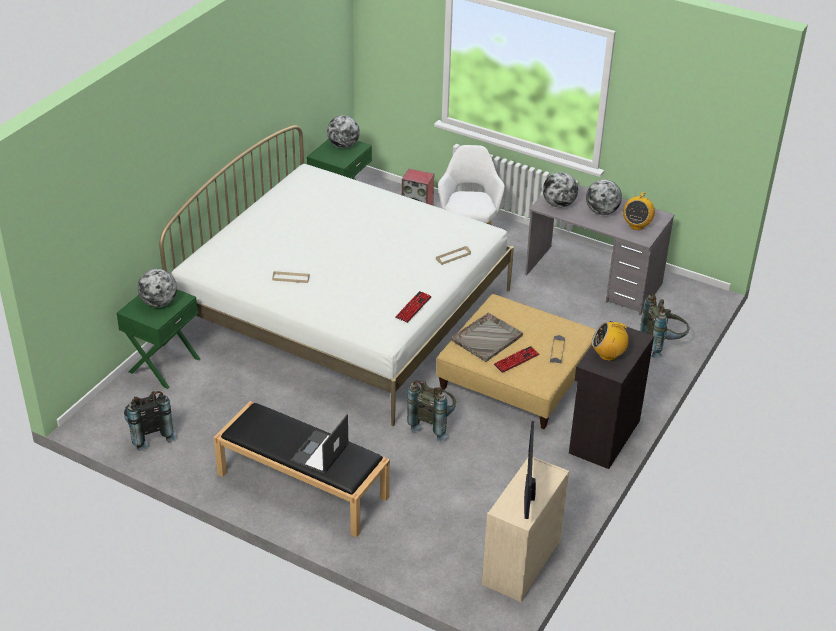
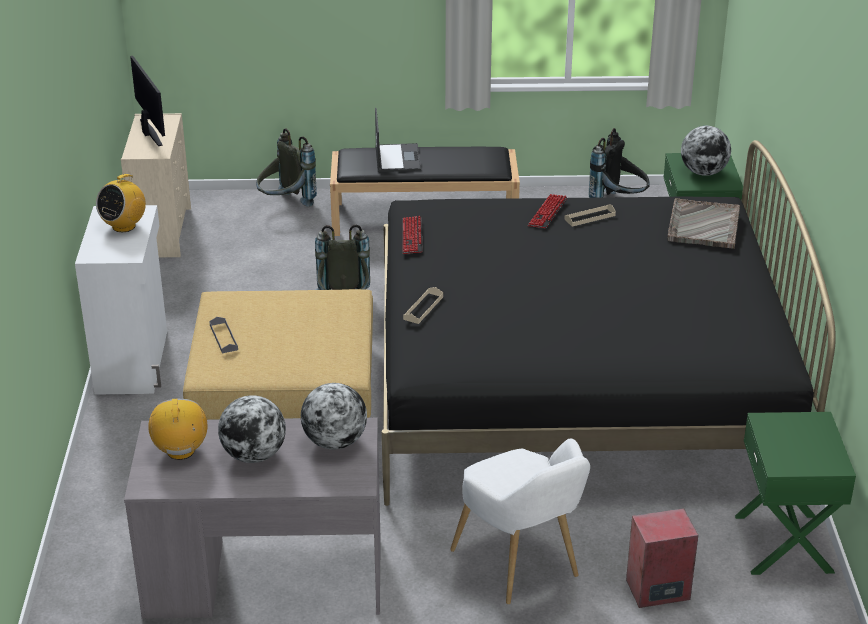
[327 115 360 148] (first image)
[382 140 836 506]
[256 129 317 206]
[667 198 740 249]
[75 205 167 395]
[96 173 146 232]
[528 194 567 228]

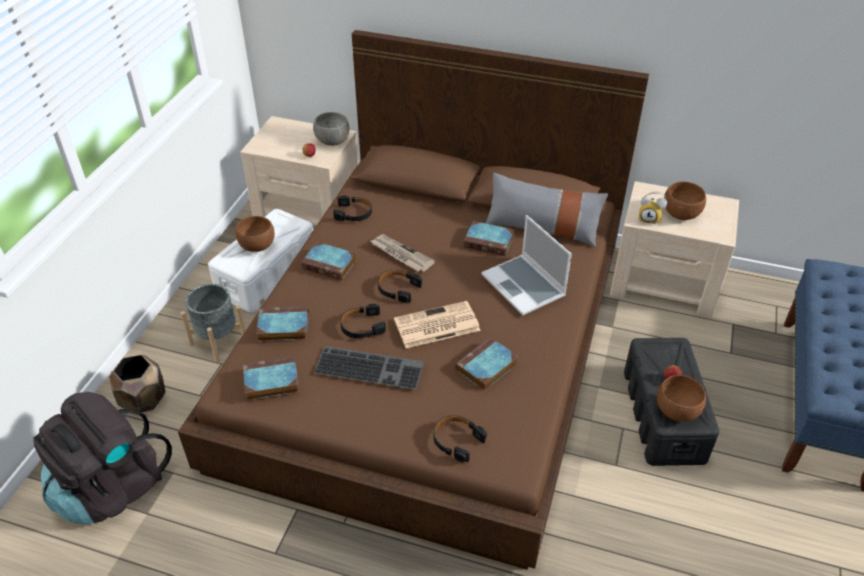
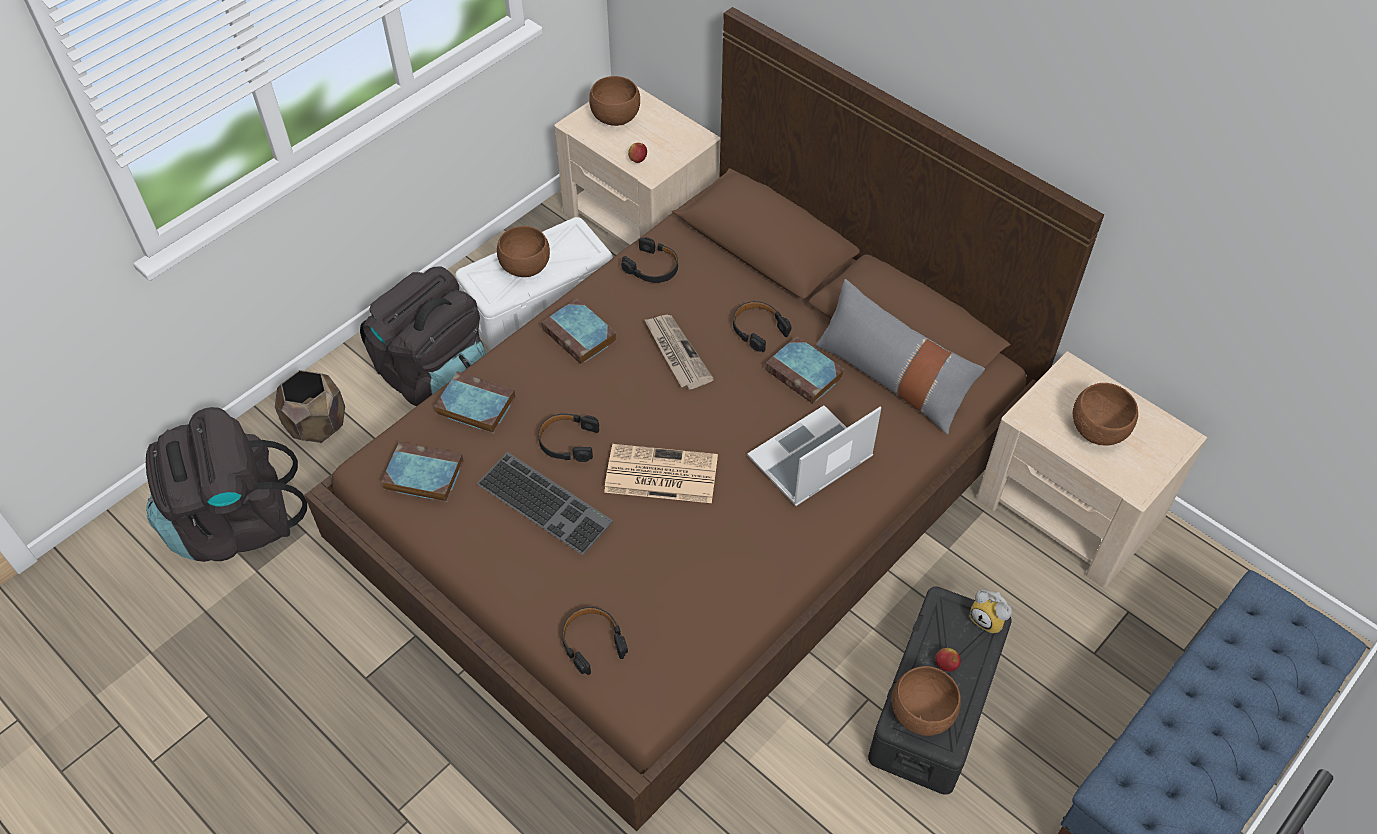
[313 112 350 146] (first image)
[969 589 1012 633]
[747 405 881 506]
[733 301 791 352]
[360 266 486 406]
[455 337 518 391] (first image)
[589 76 640 126]

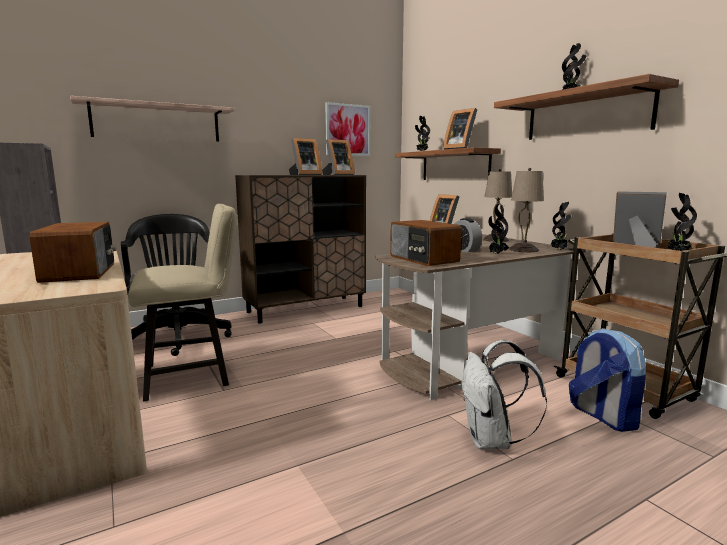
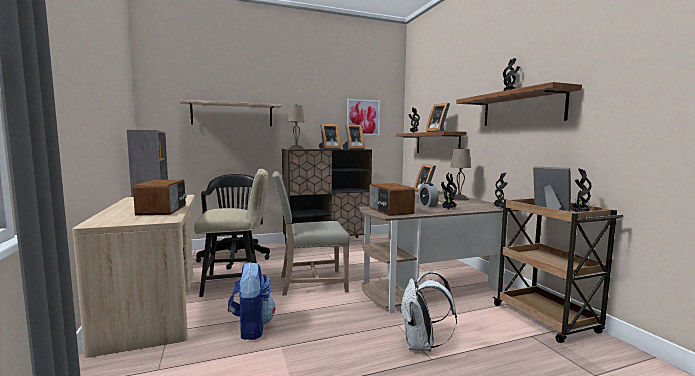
[288 104 305 149]
[228 262 275 340]
[272 171 350 296]

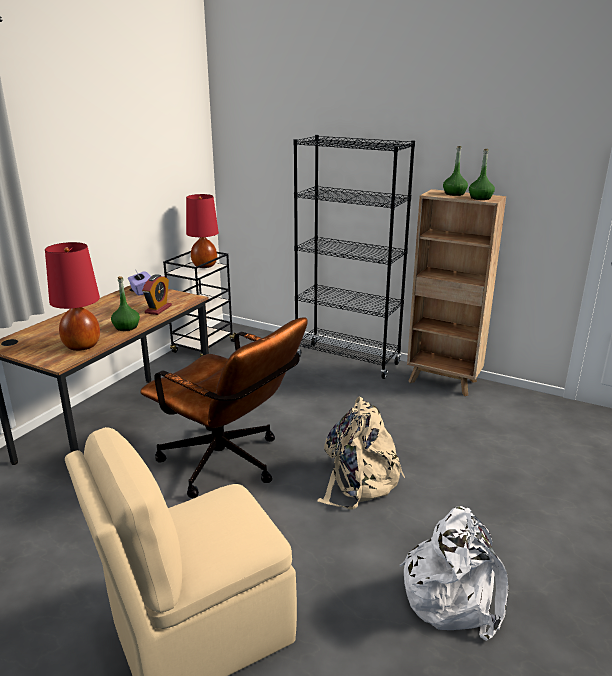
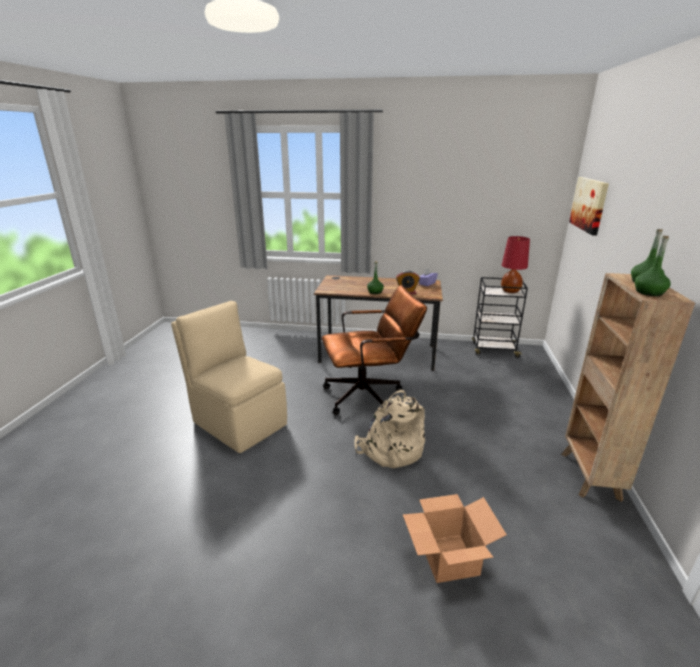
[293 135 415 379] (first image)
[45 242 100 351] (first image)
[322 285 427 415]
[399 506 508 641] (first image)
[569 177 609 236]
[403 494 507 583]

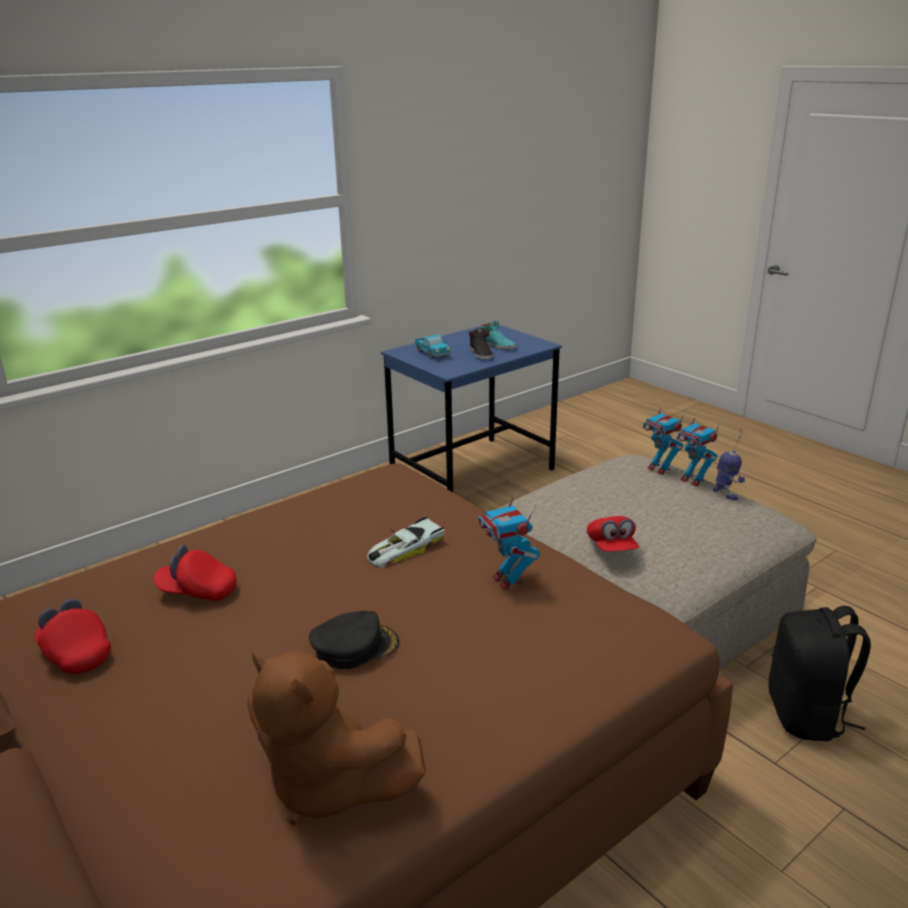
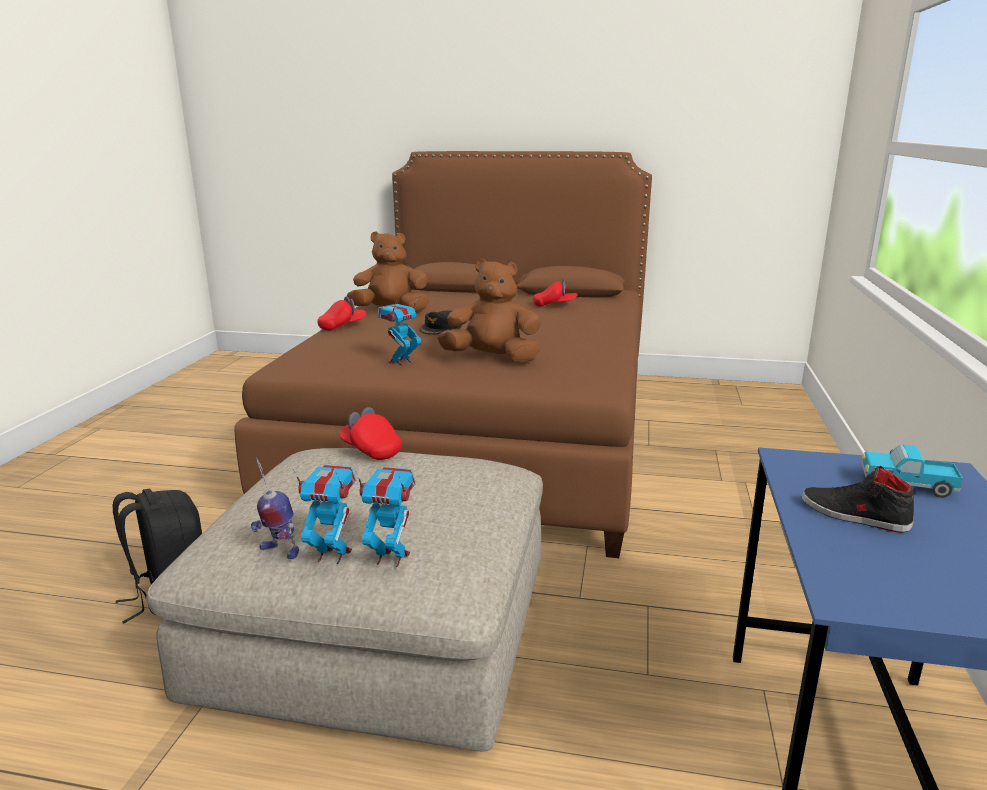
[480 321 517 350] (first image)
[378 296 421 365]
[437 259 541 363]
[318 296 366 331]

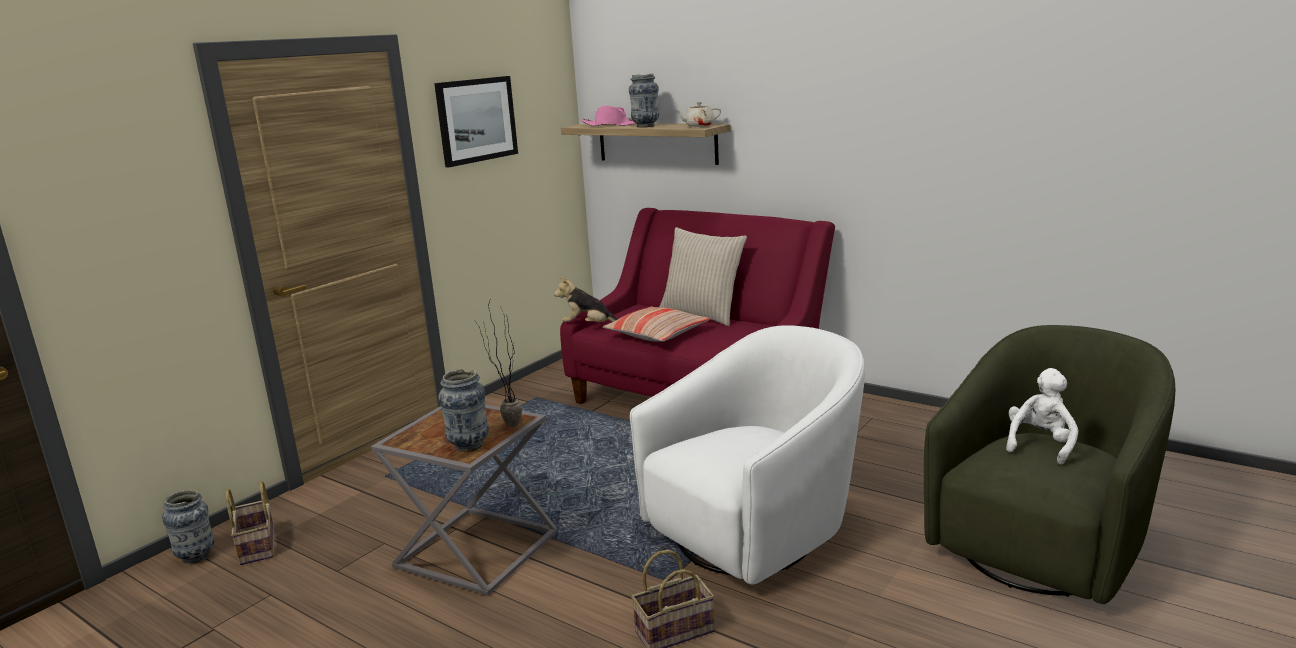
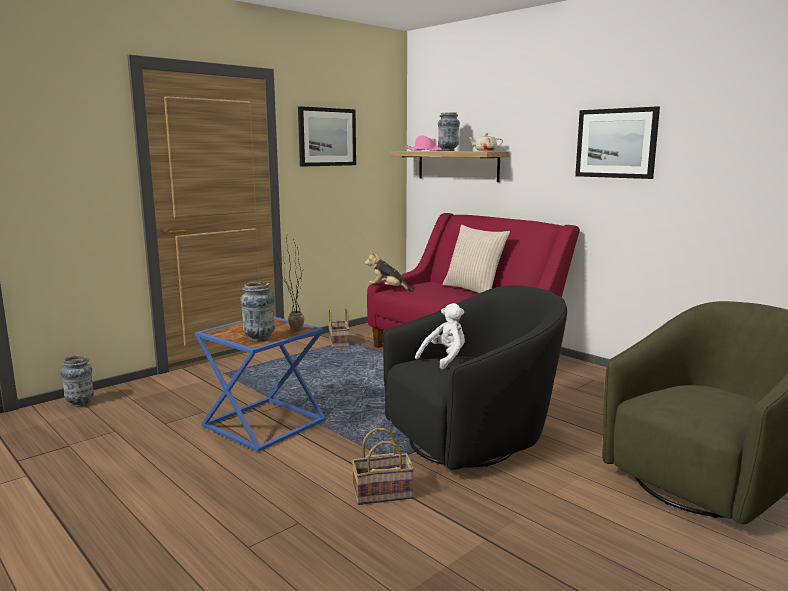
[603 306 710 342] (first image)
[383 285 567 470]
[415 303 465 370]
[195 317 326 452]
[328 307 349 347]
[575 106 660 179]

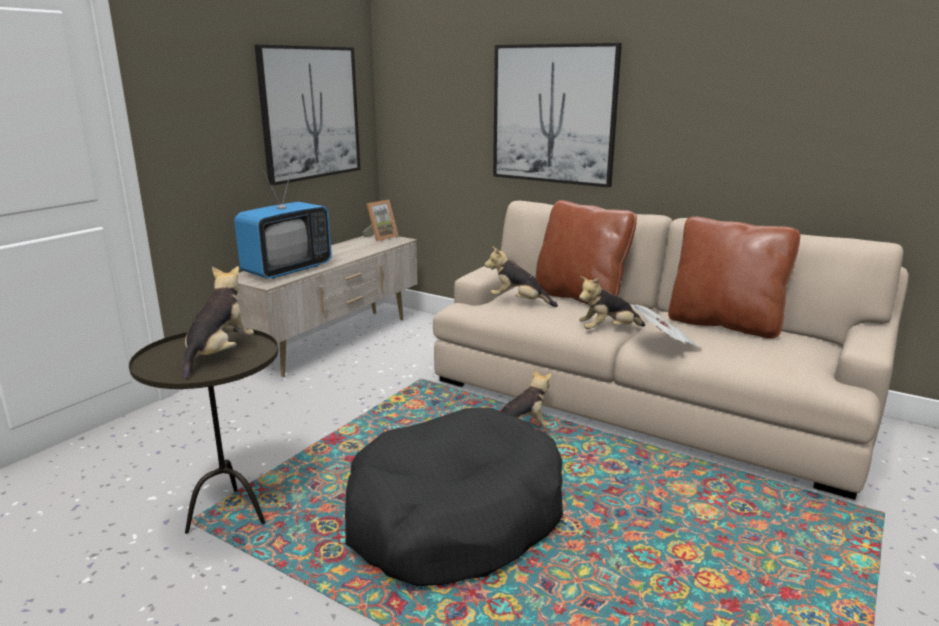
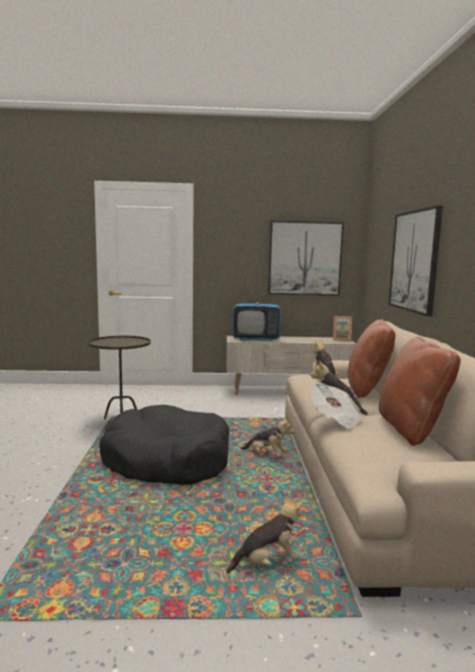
[226 495 302 573]

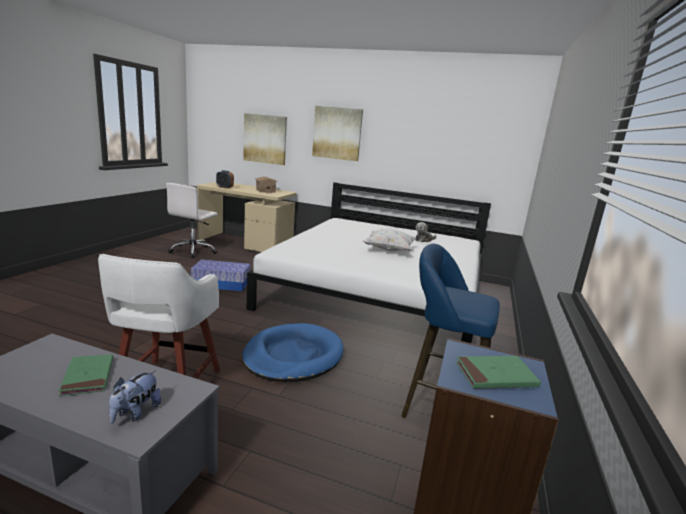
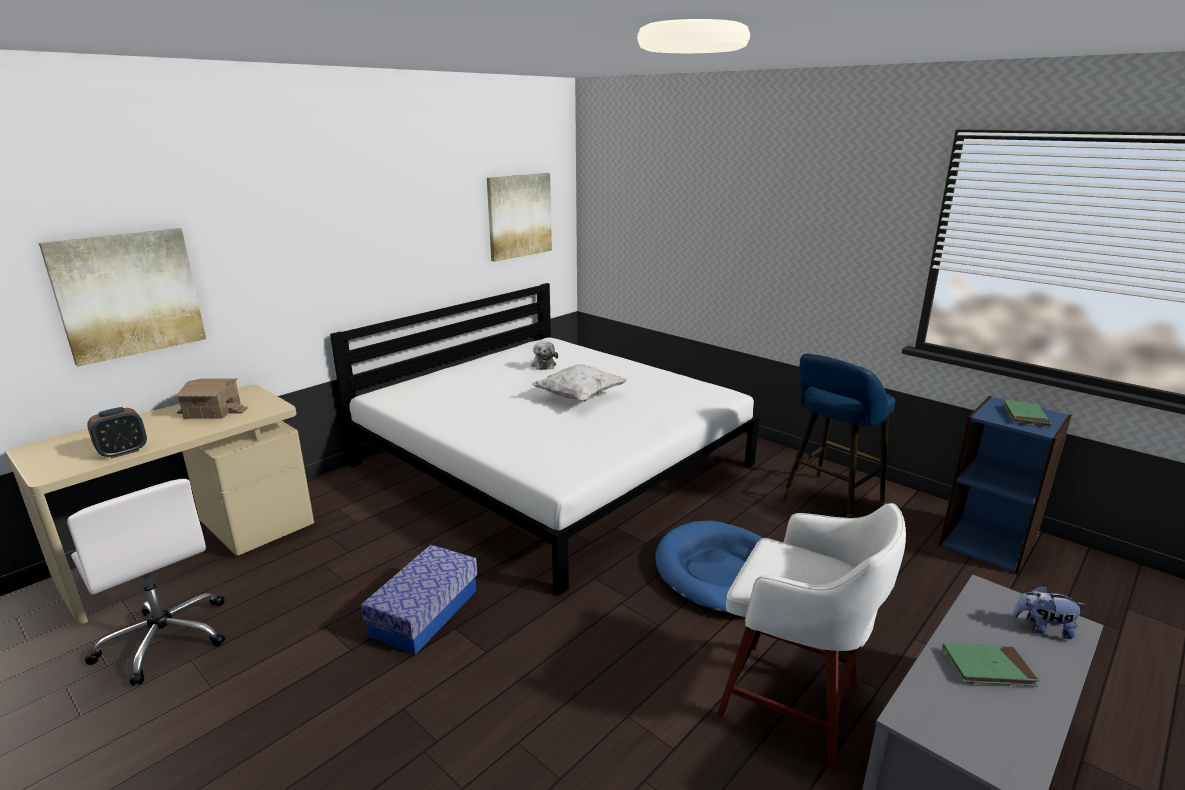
[487 173 552 262]
[1012 586 1086 639]

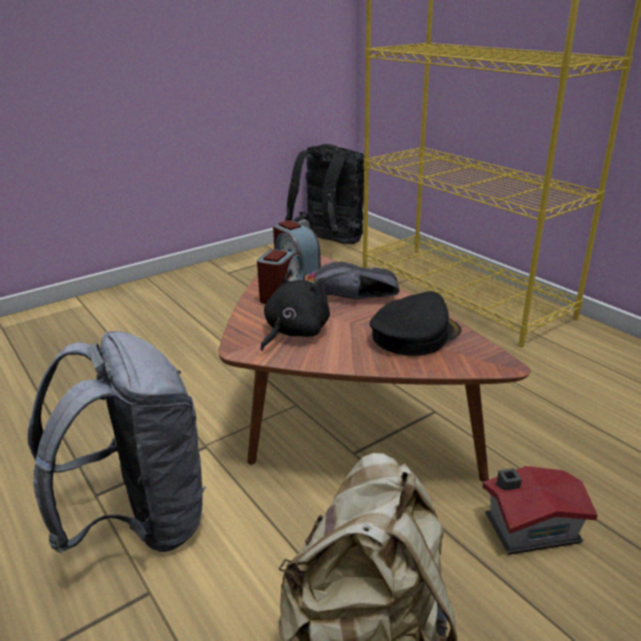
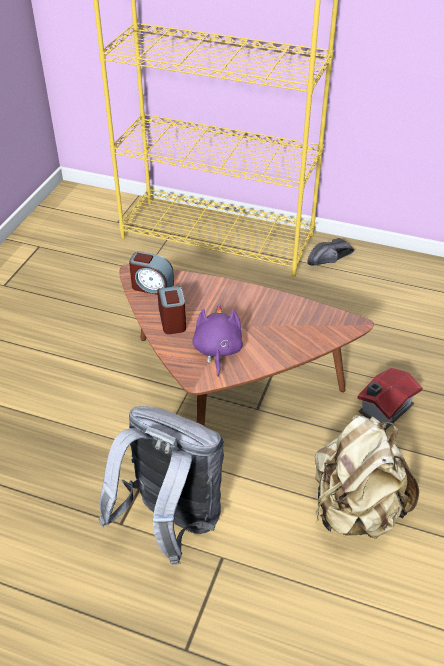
[285 144 364 244] (first image)
[308 238 354 266]
[193 304 243 377]
[370 291 462 356] (first image)

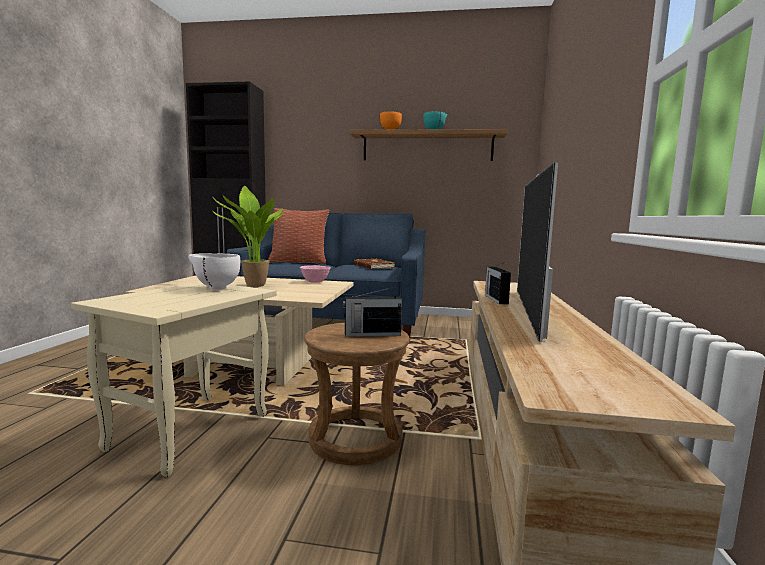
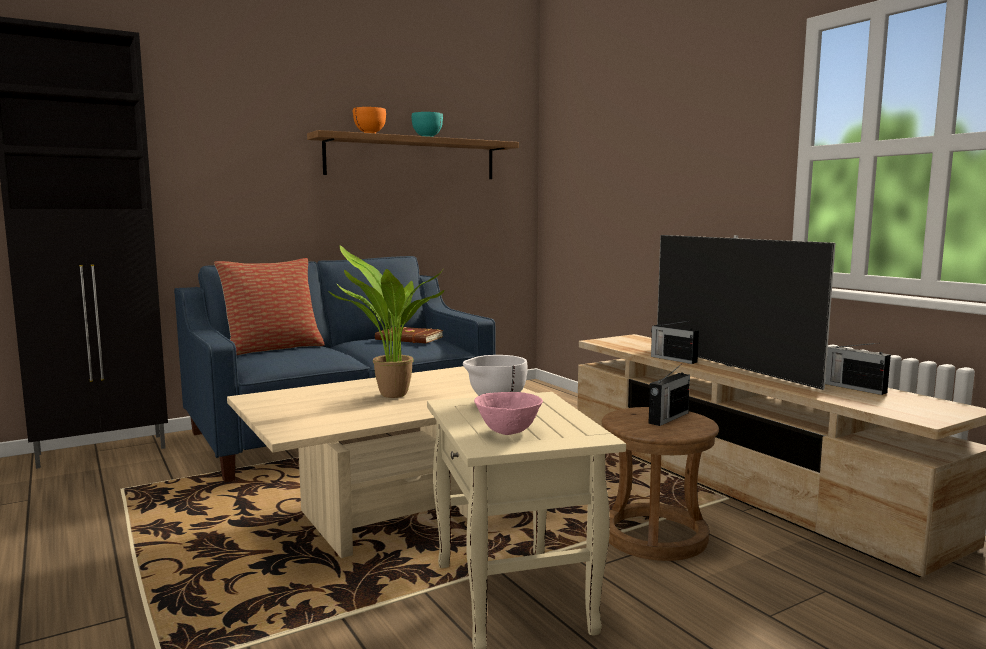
[474 392 543 435]
[825 343 891 395]

